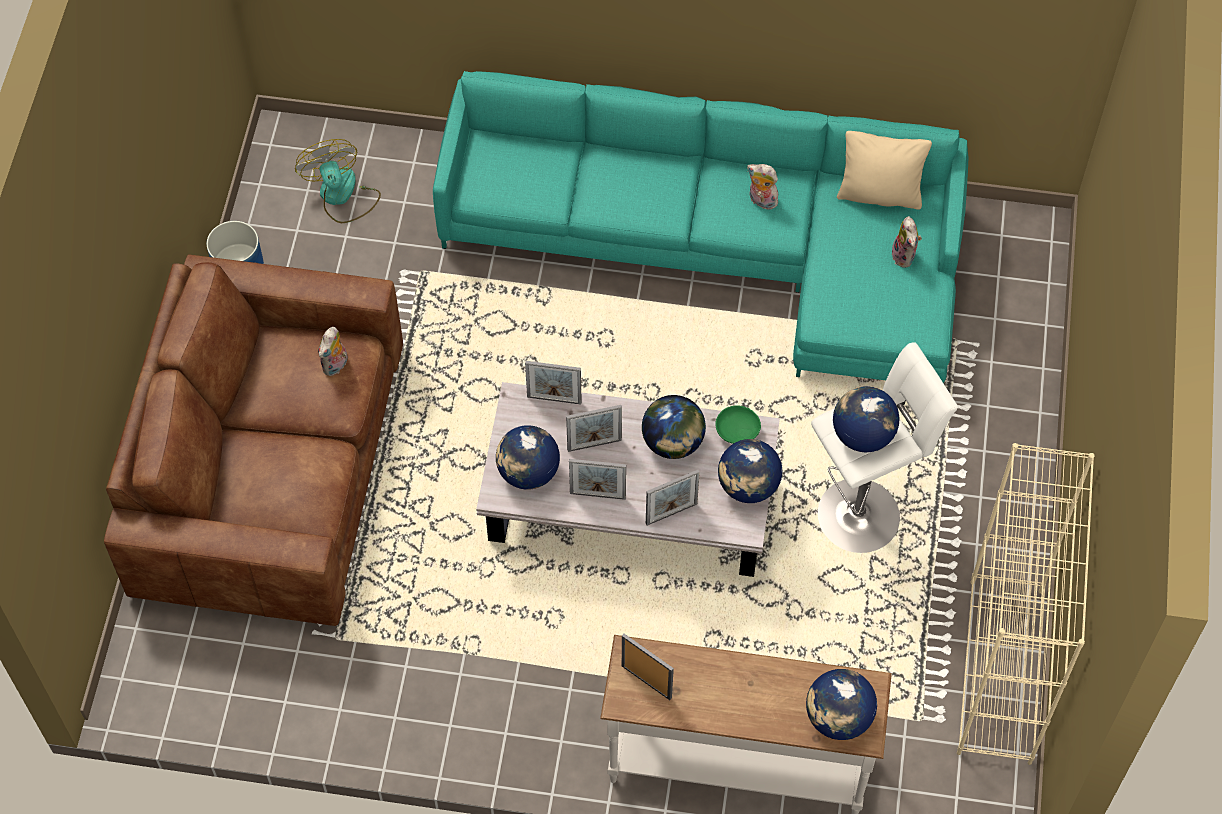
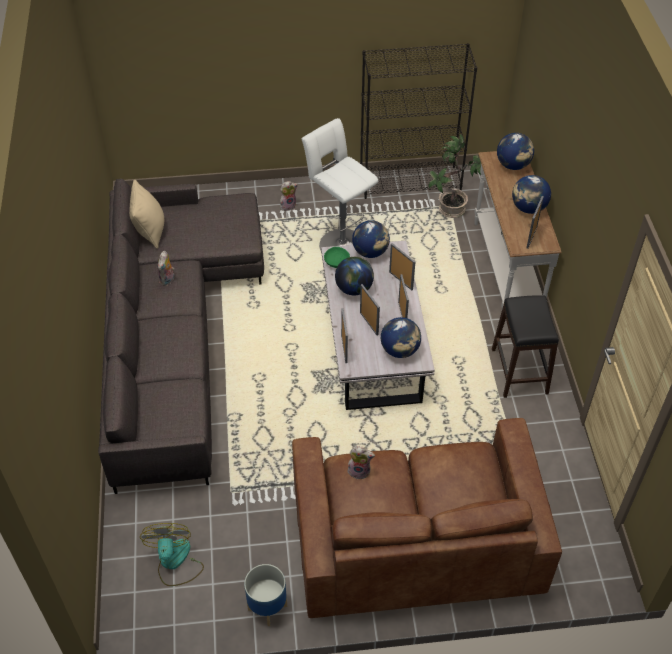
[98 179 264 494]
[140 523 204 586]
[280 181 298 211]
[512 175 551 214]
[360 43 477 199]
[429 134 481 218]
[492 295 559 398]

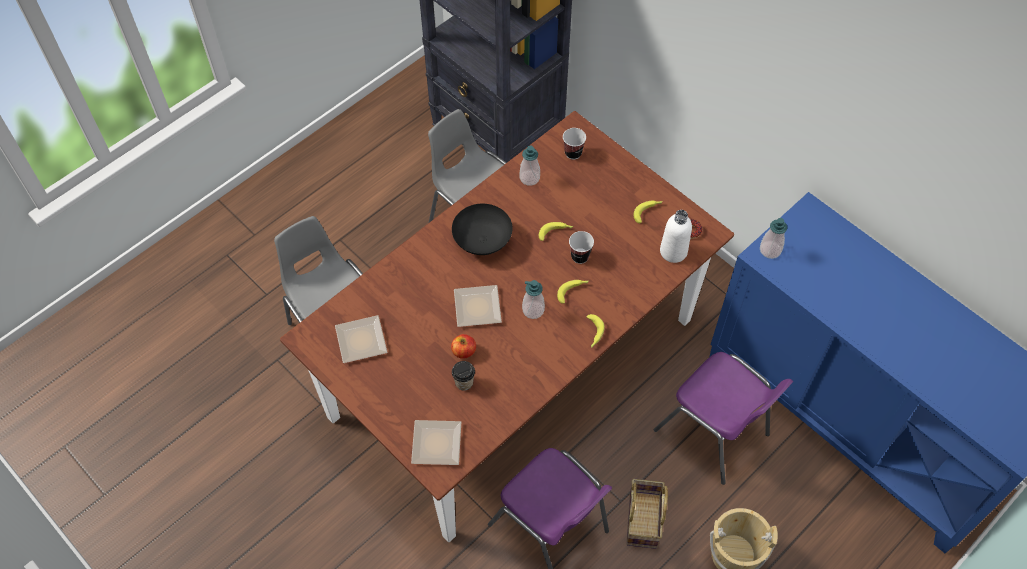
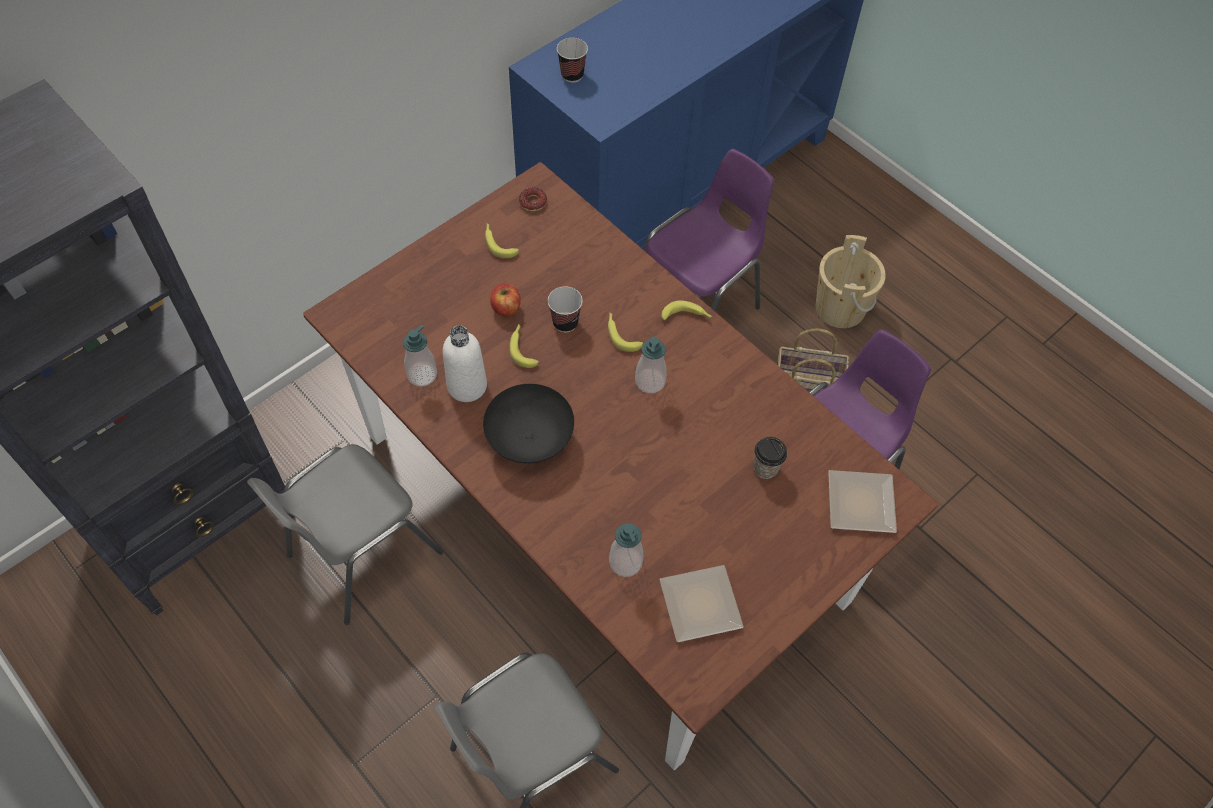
[557 38 588 82]
[443 325 487 402]
[609 523 643 577]
[454 285 502 327] (first image)
[490 283 521 317]

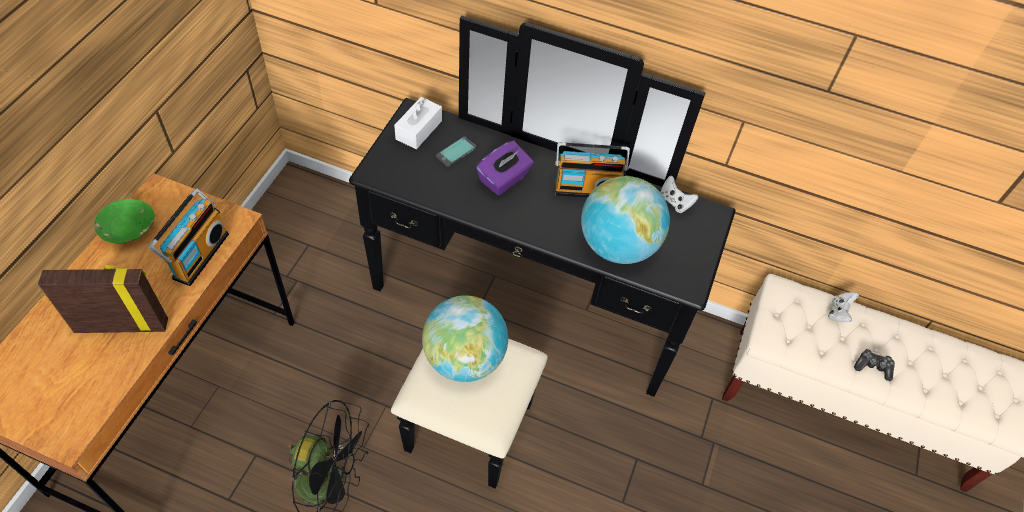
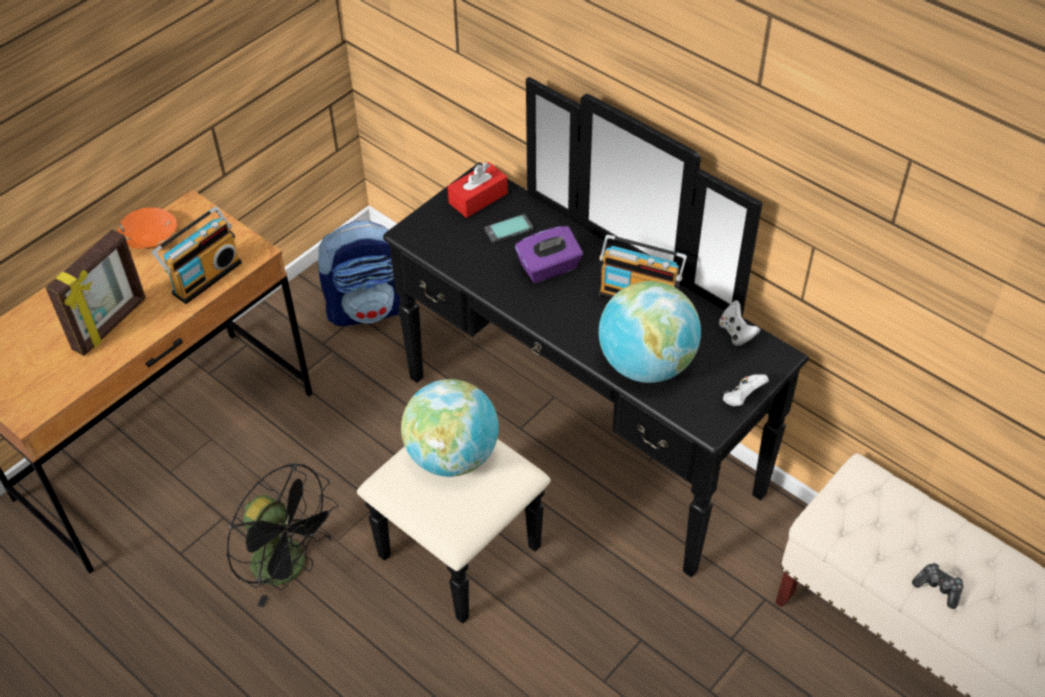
[448 162 508 218]
[117 207 177 249]
[45 229 146 356]
[723 374 769 406]
[317 220 401 326]

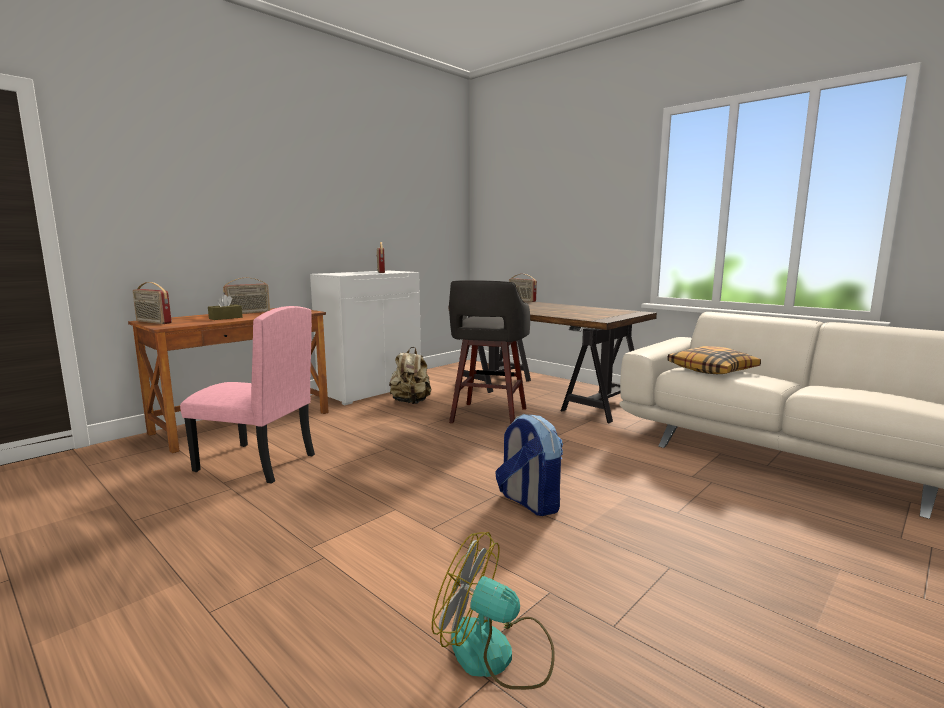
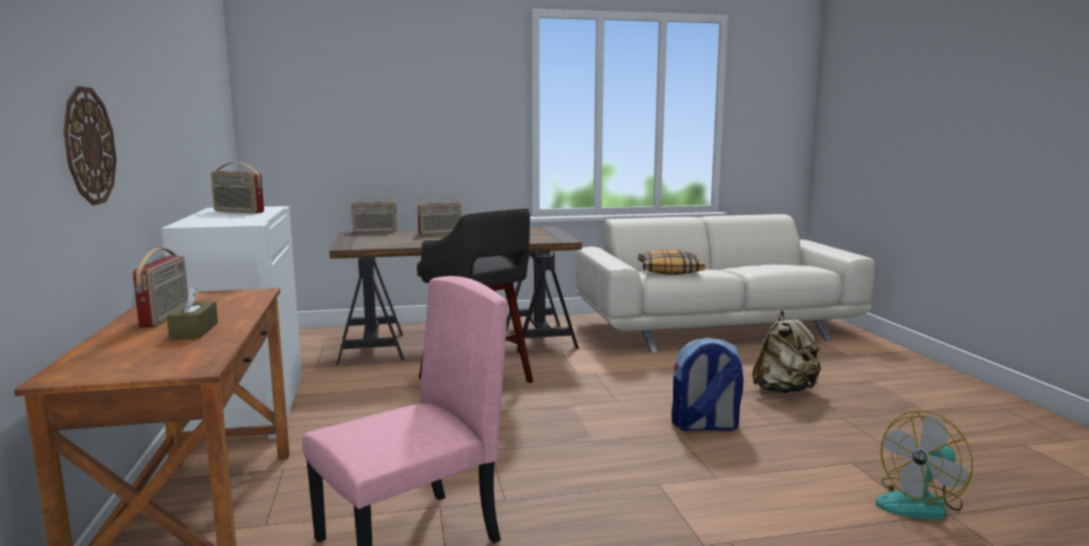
[418 196 462 235]
[752 310 821 393]
[64 86 116 205]

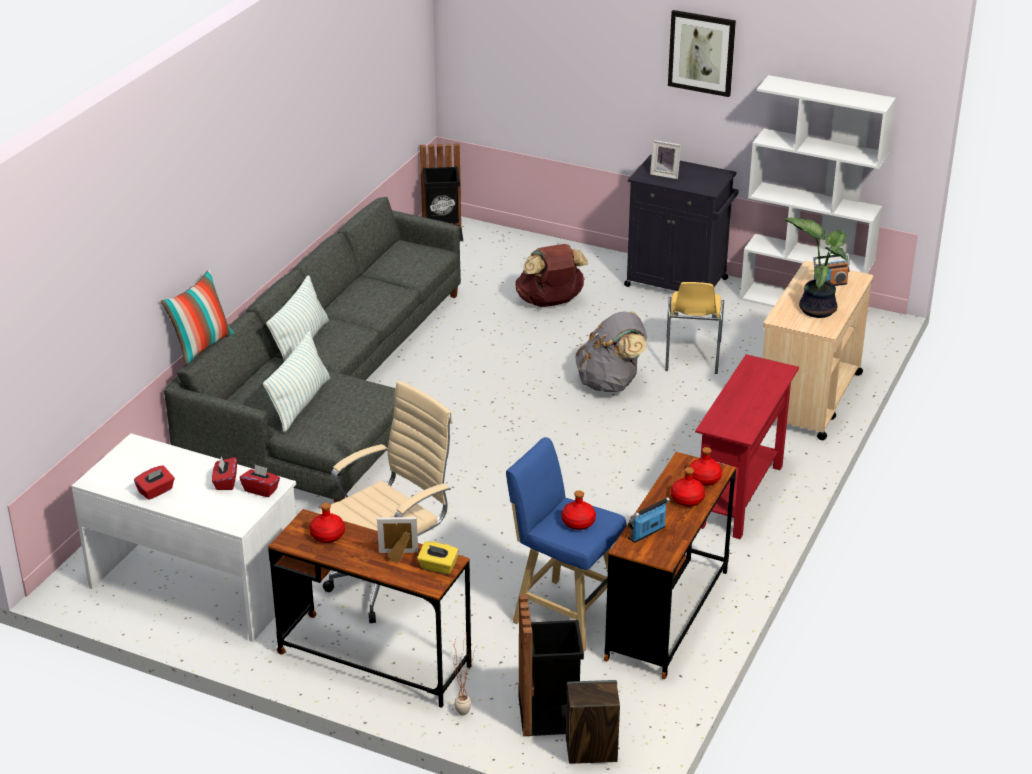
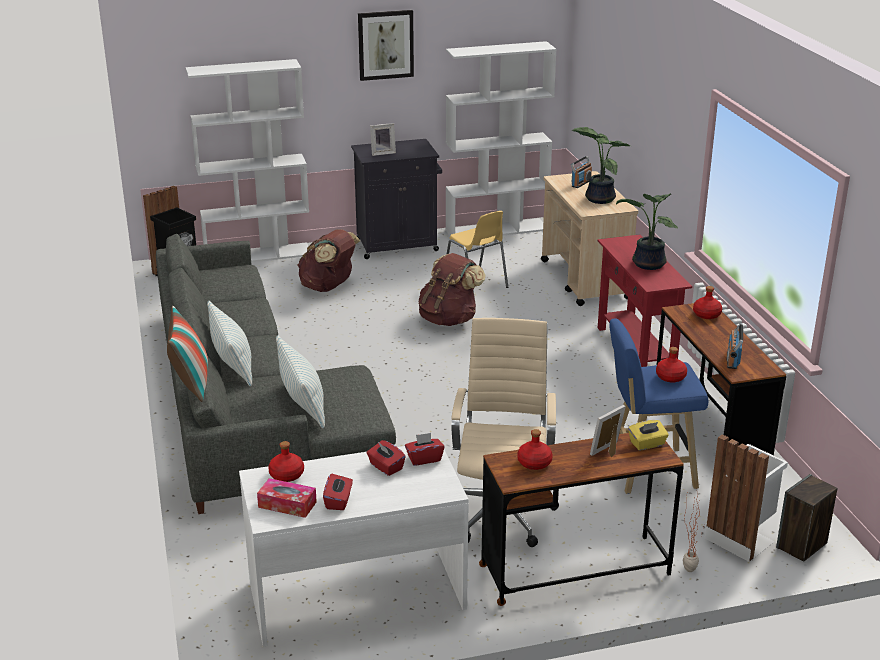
[418 253 486 326]
[268 441 304 482]
[705 434 788 562]
[186 59 309 262]
[616 193 678 270]
[257 478 317 518]

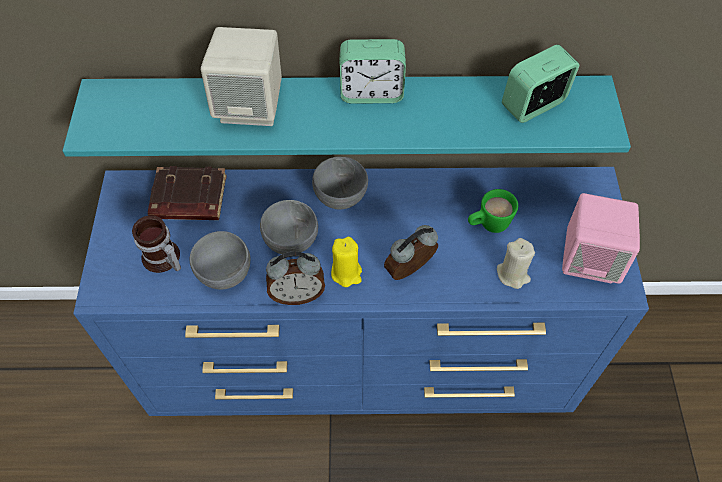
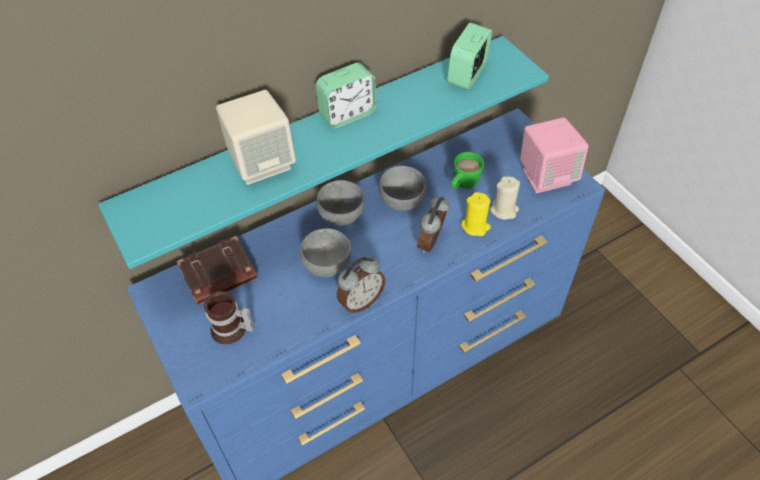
[379 166 427 211]
[461 192 491 236]

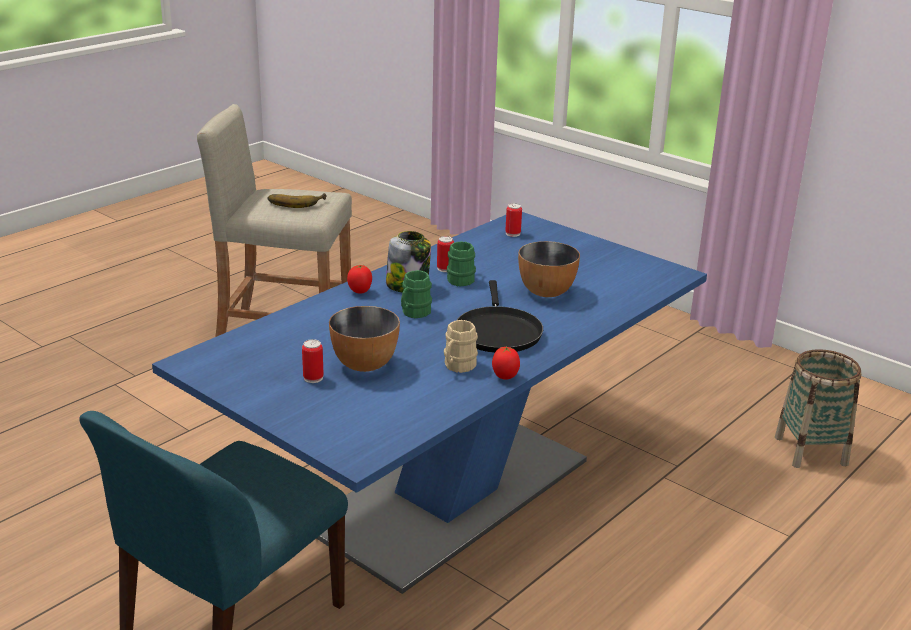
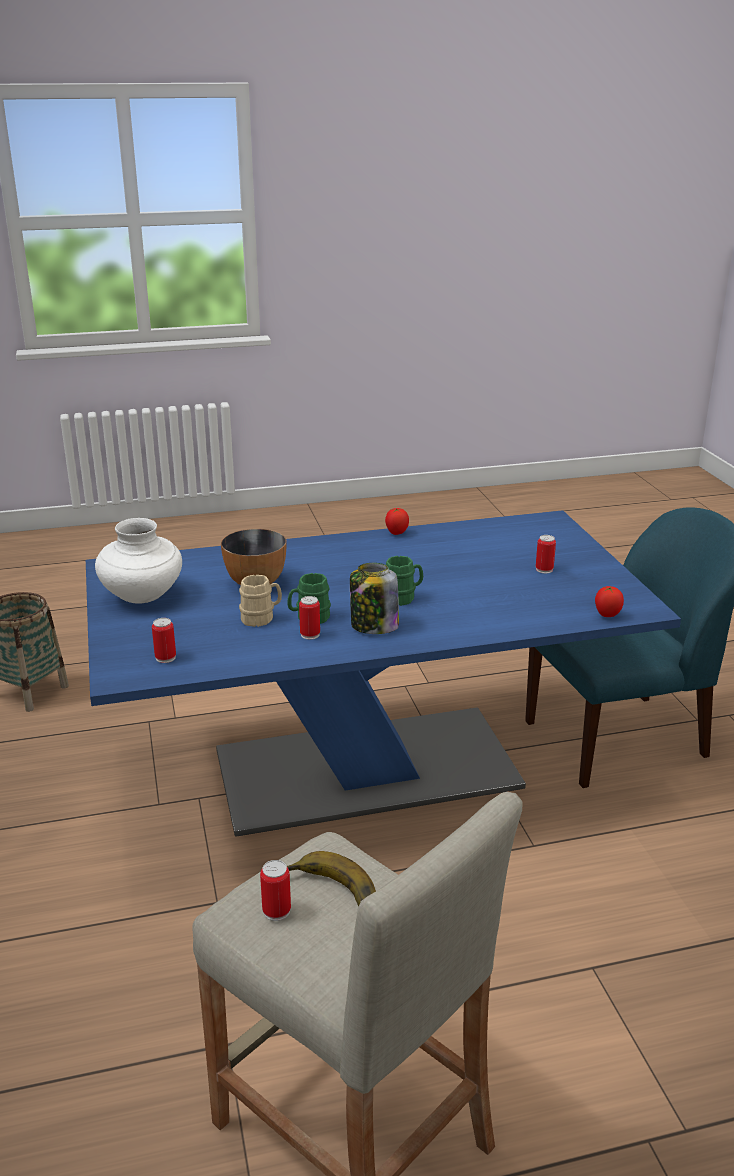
[595 586 624 617]
[456 280 543 353] (first image)
[329 306 400 372] (first image)
[239 575 282 627]
[95 518 182 604]
[260 860 291 921]

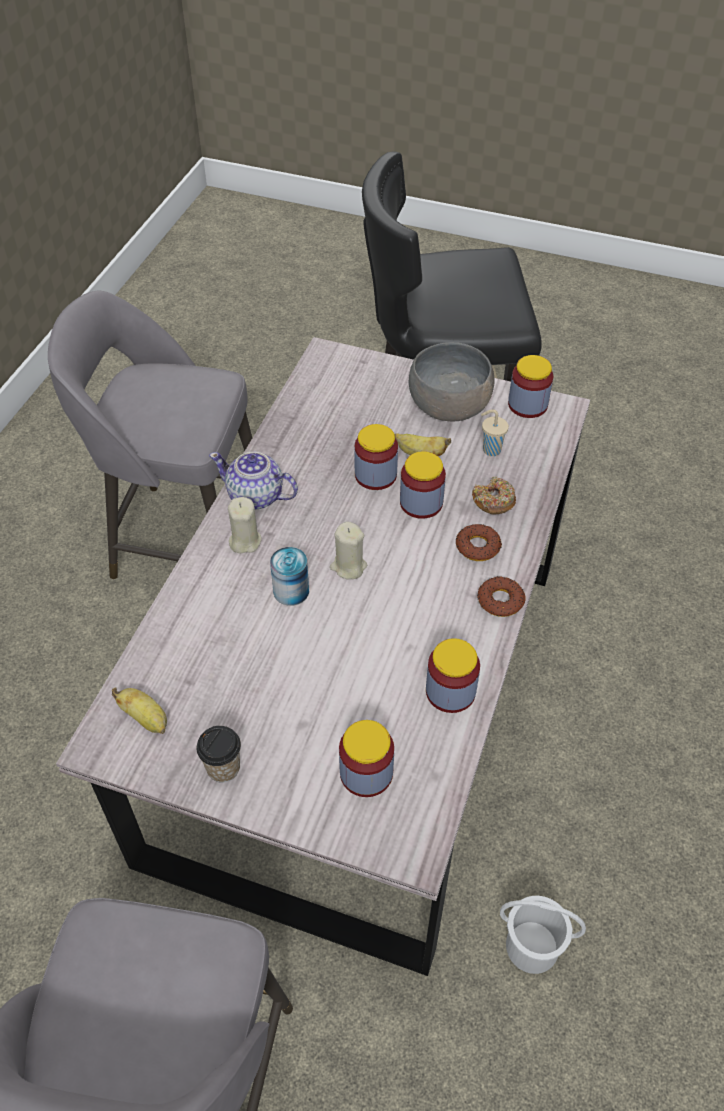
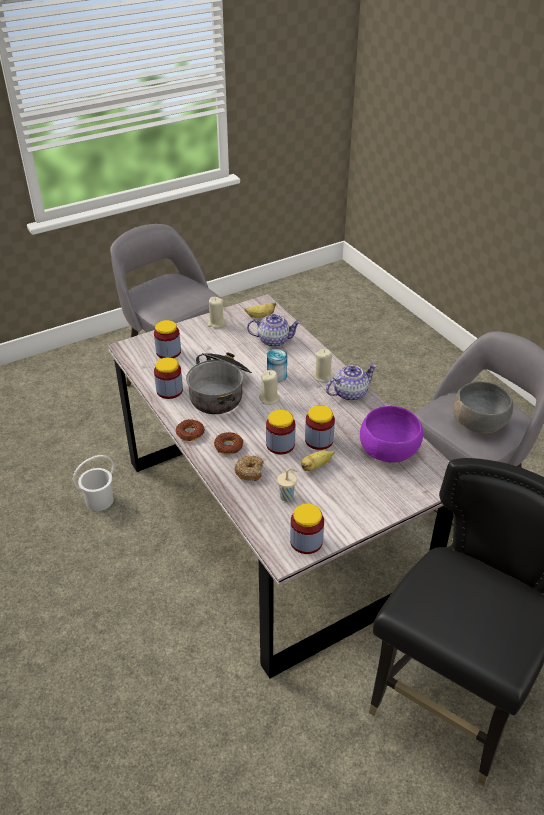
[453 381 513 434]
[207 297 226 328]
[247 314 301 347]
[186 352 252 414]
[360 406 423 463]

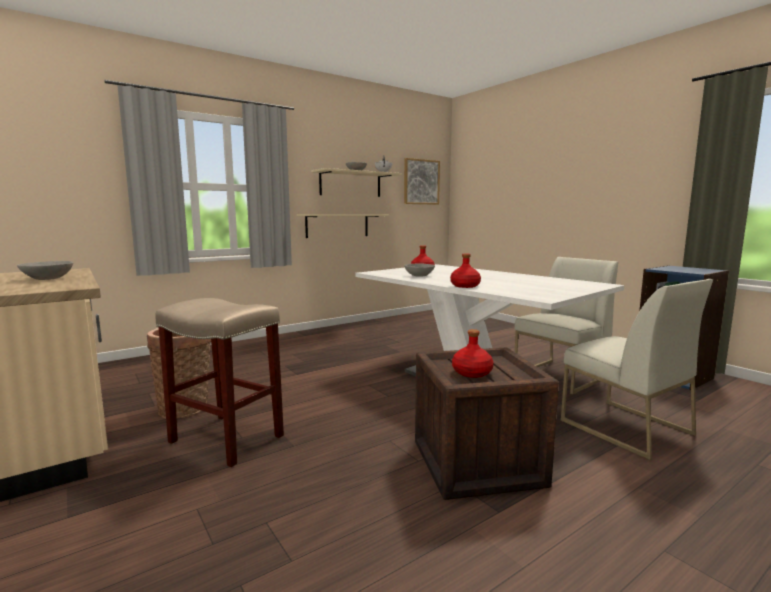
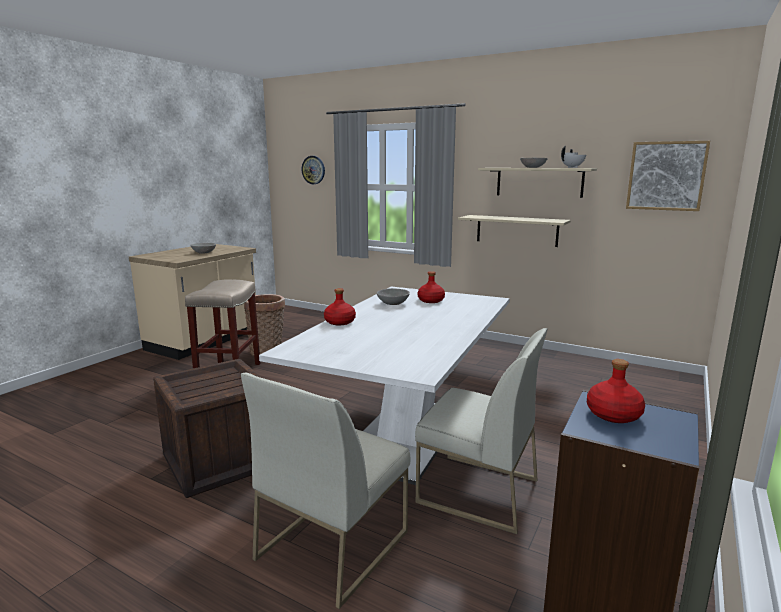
[587 359 645 423]
[302 156 325 184]

